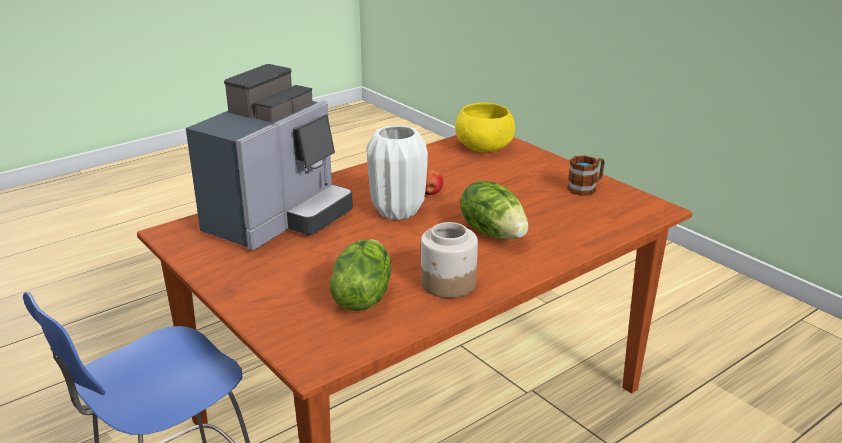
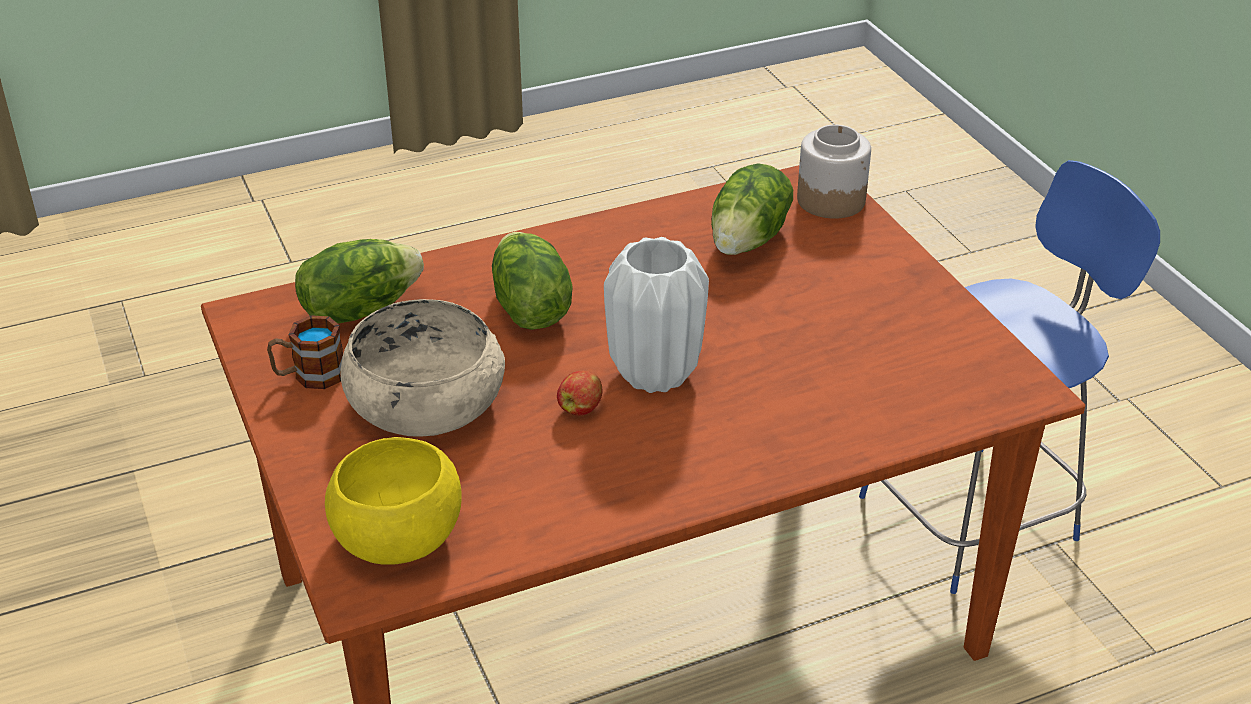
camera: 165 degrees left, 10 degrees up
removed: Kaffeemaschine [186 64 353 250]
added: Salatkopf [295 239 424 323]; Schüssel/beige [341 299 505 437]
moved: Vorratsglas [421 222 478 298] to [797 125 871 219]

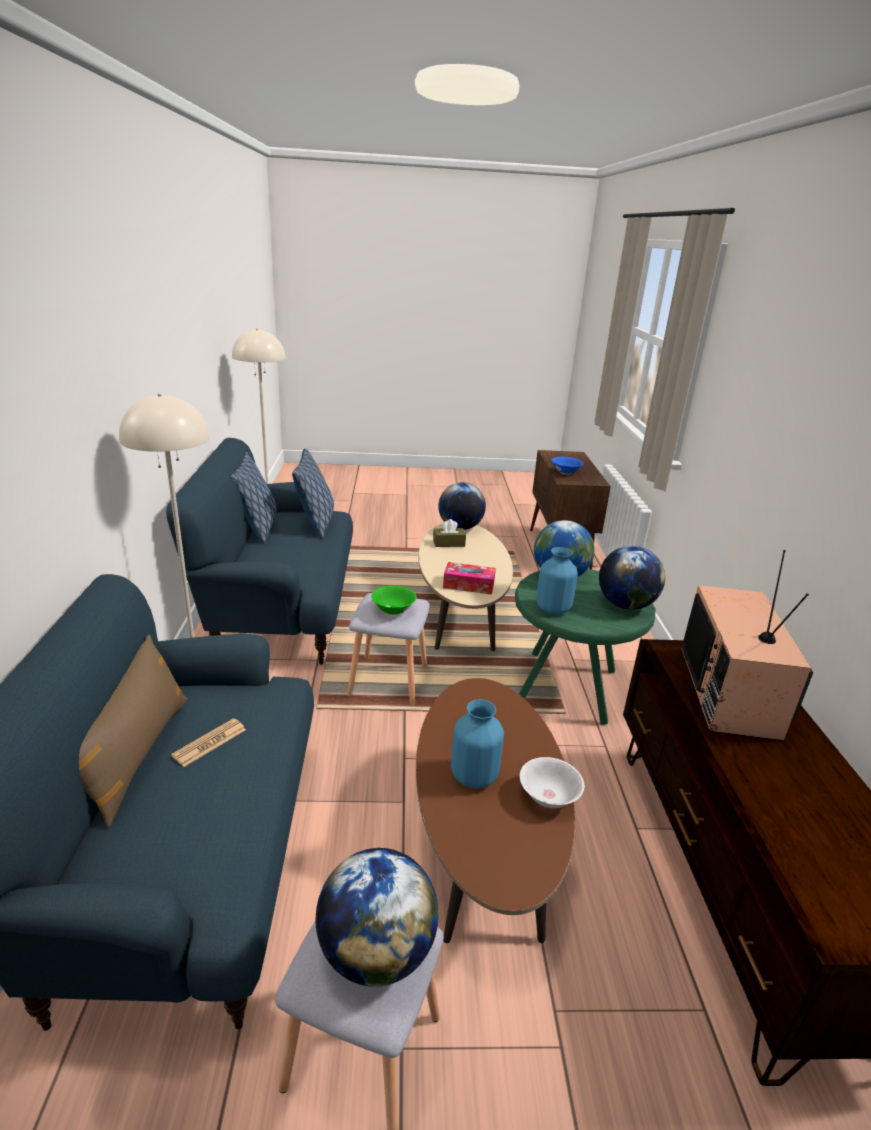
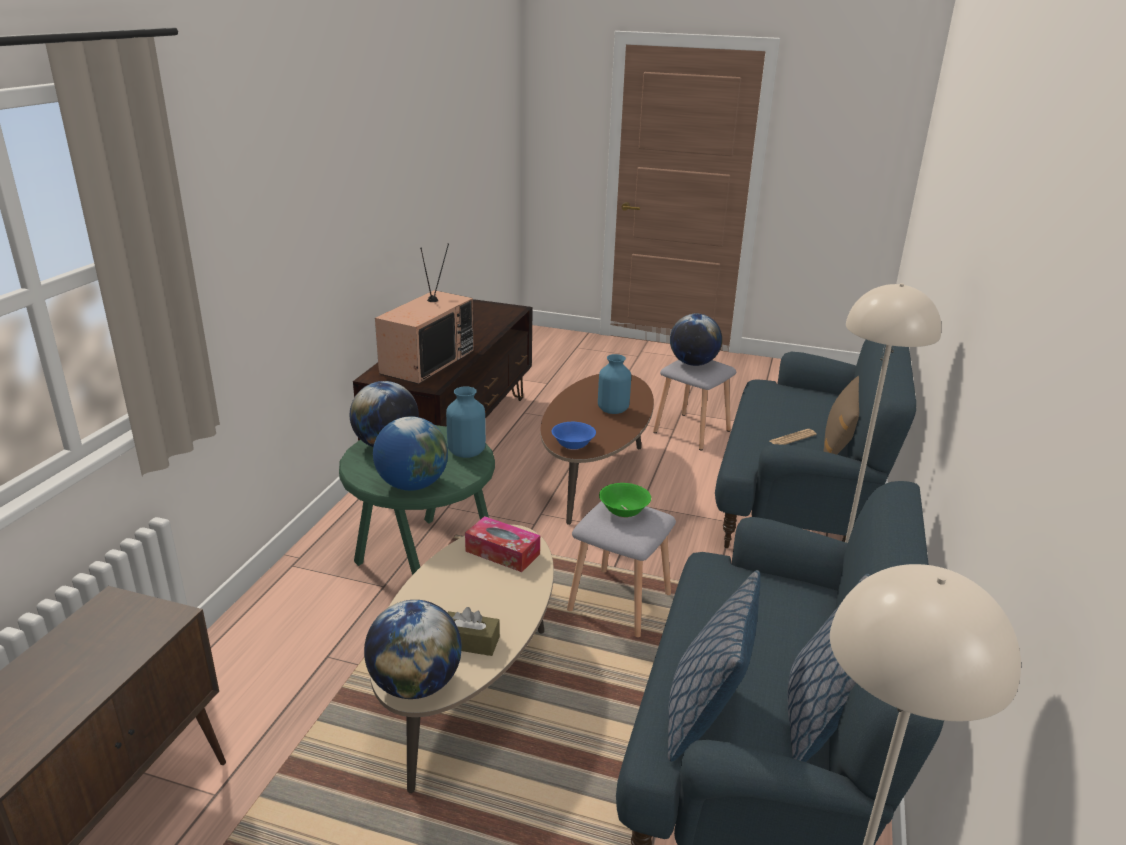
camera: 160 degrees left, 0 degrees up
removed: Schüssel/weiß [520 757 584 808]
moved: Schüssel/blau [551 457 584 475] to [551 422 596 450]

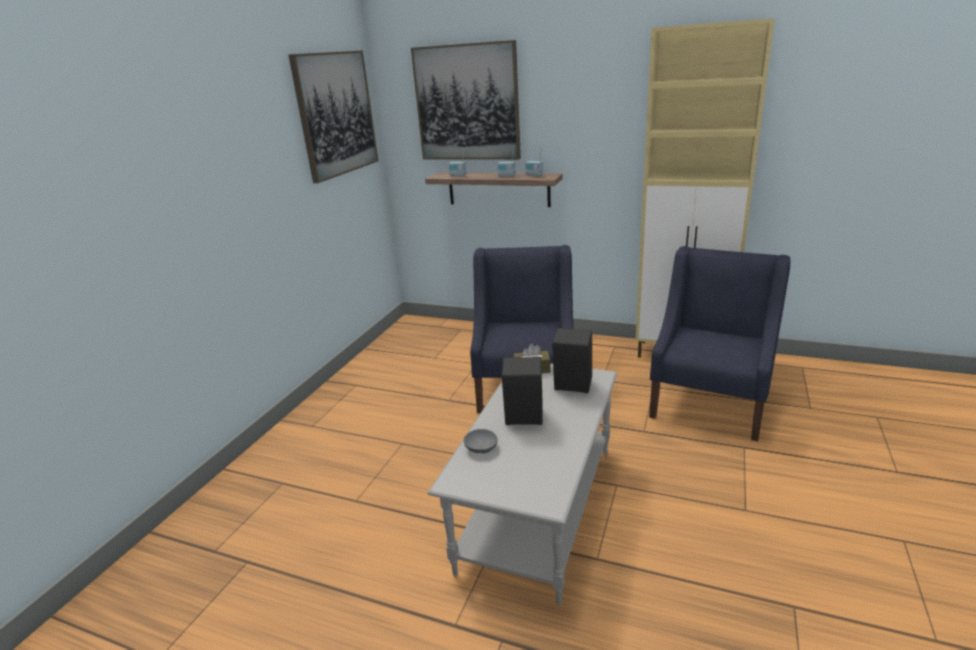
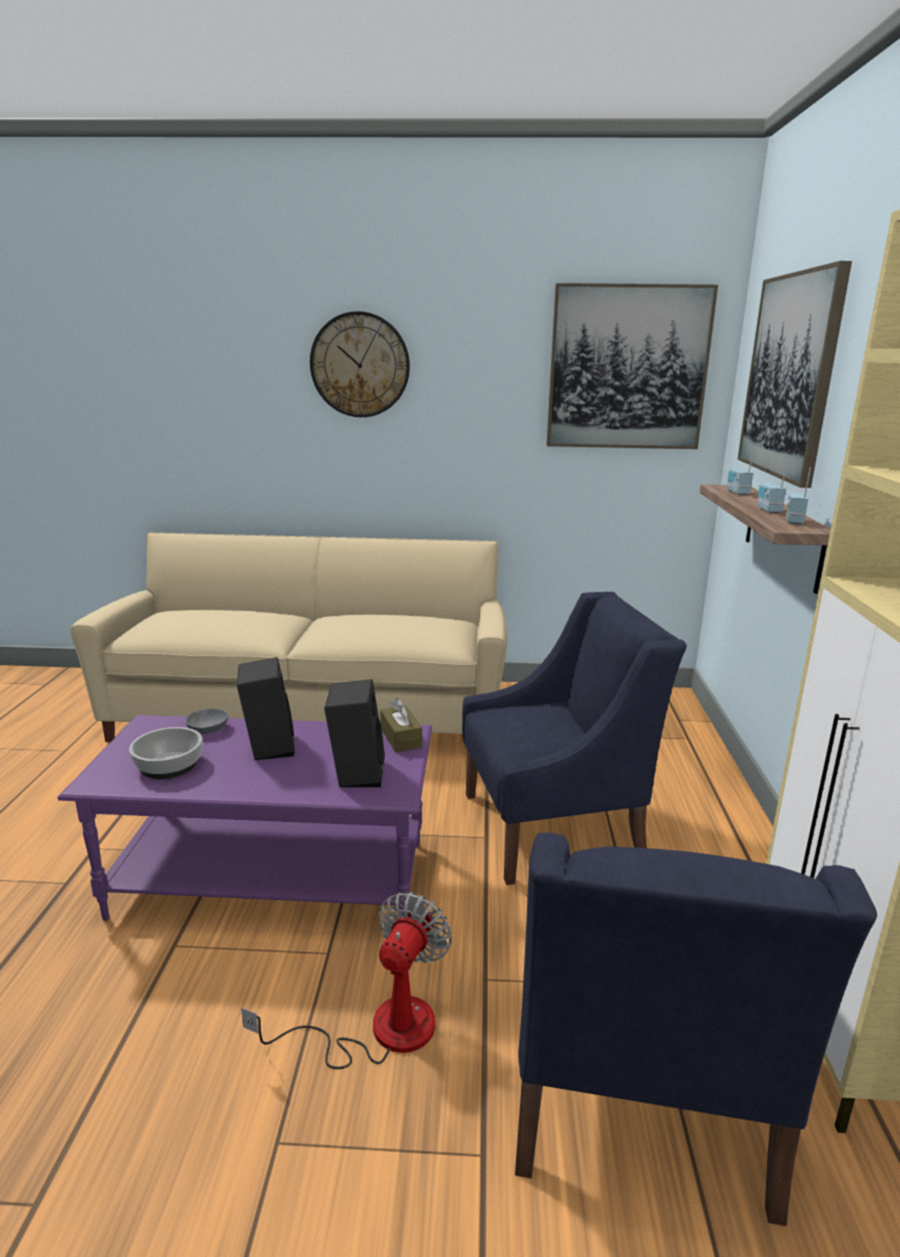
camera: 70 degrees right, 5 degrees down
added: Sofa/beige [70 533 507 742]; Schüssel [129 727 203 779]; Ventilator [241 892 452 1069]; Wanduhr [310 311 410 417]
recoloured: Couchtisch/grau [428 364 617 605] to Couchtisch/lila [58 715 432 921]
turned: Sessel/blau [649 246 791 441] = [515 832 877 1226] 90 degrees clockwise

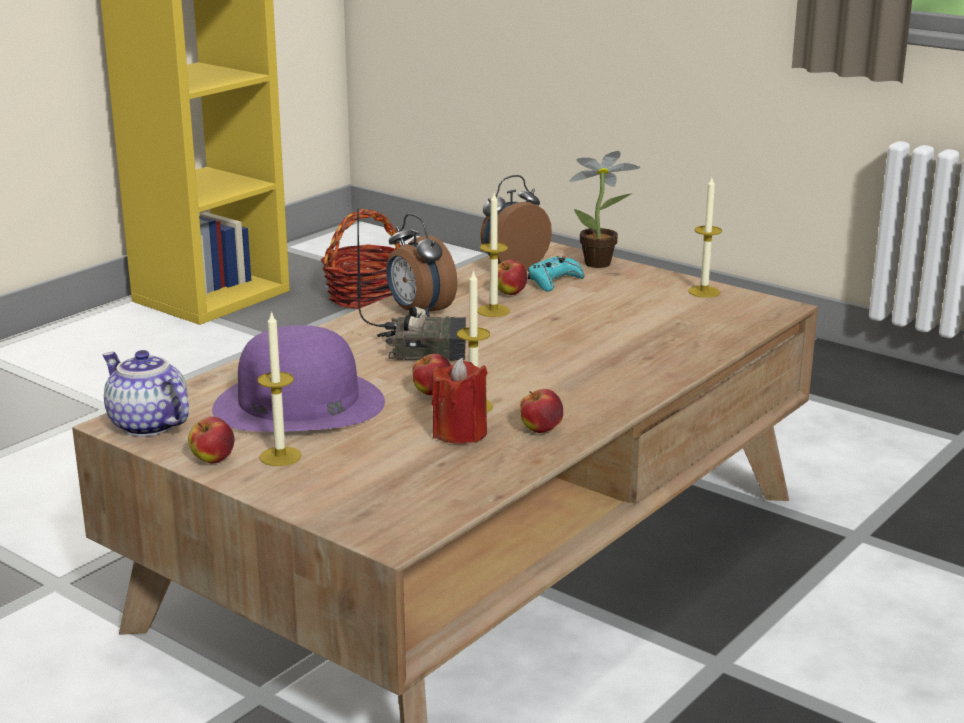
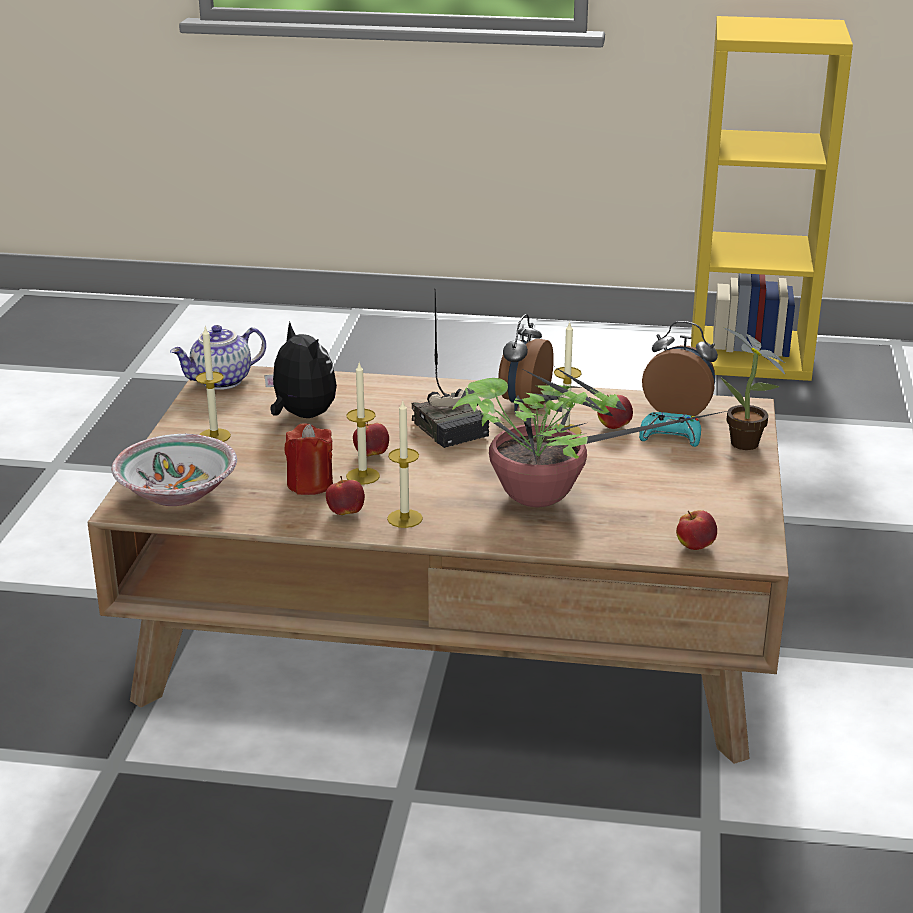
camera: 60 degrees right, 5 degrees up
removed: Korb [321 209 401 309]
added: Schüssel [111 434 237 506]; Topfpflanze [452 367 731 507]
moved: Apfel [188 417 235 463] to [676 510 717 550]; Kerze [688 178 722 298] to [387 401 423 528]
replaced: Hut/lila [212 325 385 432] to Plüschtier [264 322 337 418]
turned: Teekanne [102 350 189 437] = [170 325 266 390] 135 degrees counterclockwise

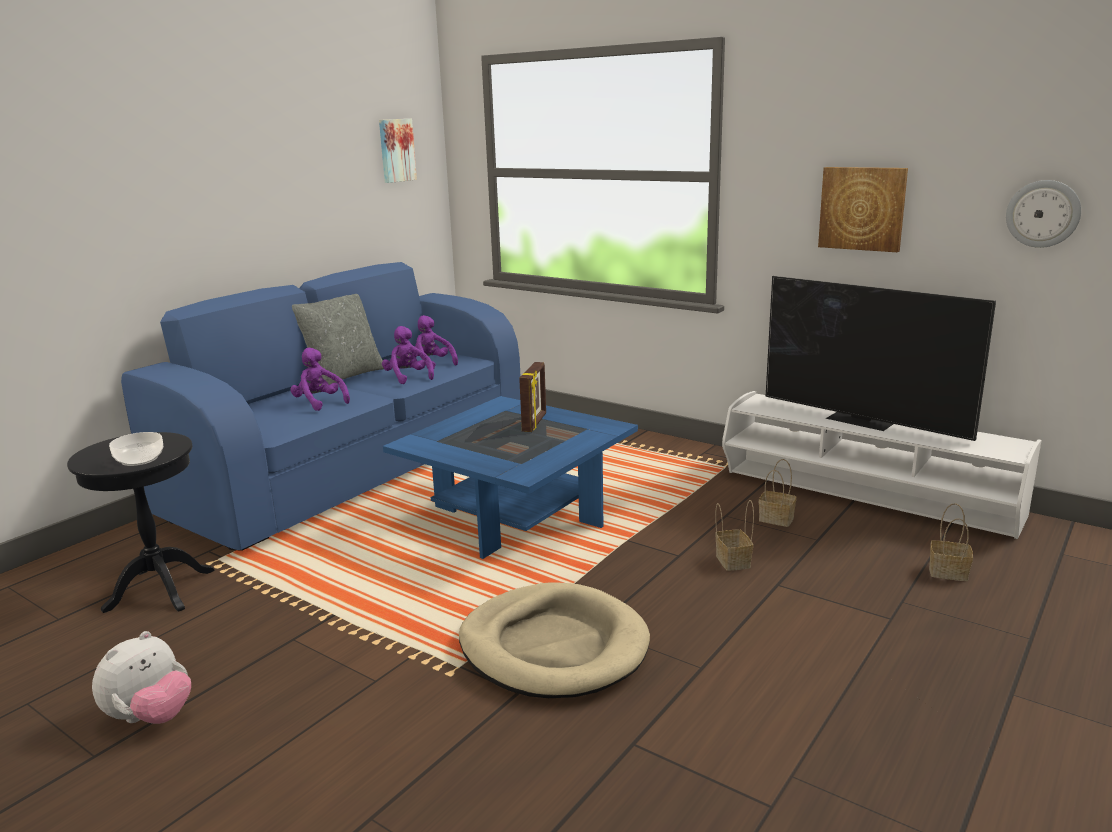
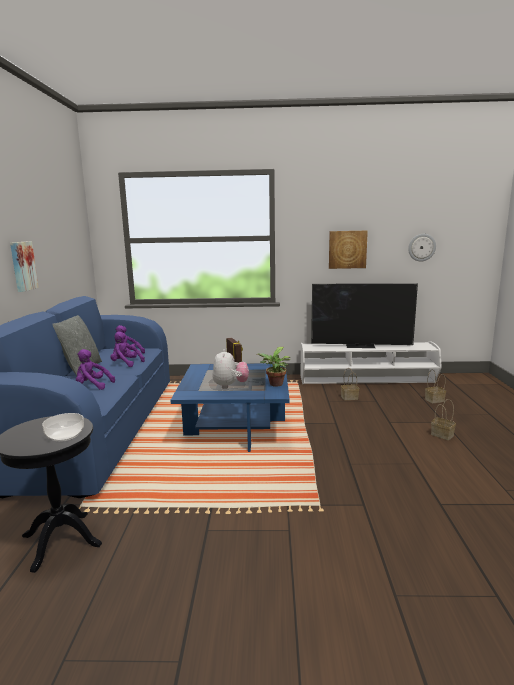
camera: 35 degrees left, 5 degrees down
removed: Hundebett/beige [459 583 650 698]
added: Topfpflanze [256 347 290 387]
moved: Plüschtier [92 631 191 724] to [212 349 249 389]; Bild [379 119 417 183] to [10 241 39 292]; Korb [715 500 754 571] to [431 399 456 440]

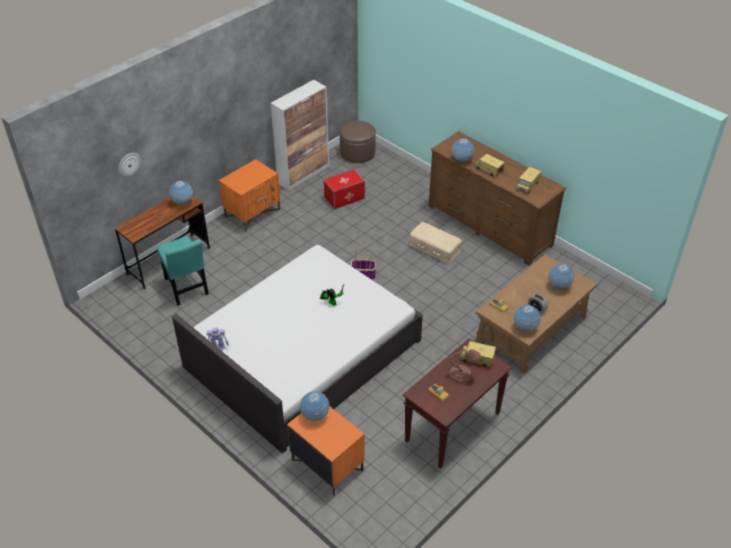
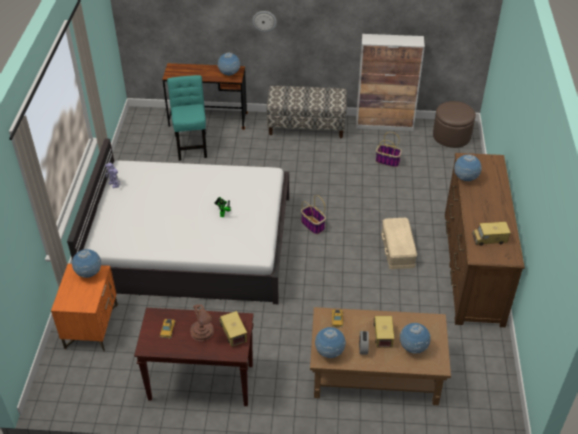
camera: 50 degrees right, 0 degrees up
moved: Wanduhr [118 153 141 177] to [252 11 277 32]; Spielzeuglaster [475 154 505 177] to [374 316 394 347]
replaced: Nachttisch/orange [219 159 280 232] to Bank [266 85 347 138]; Aufbewahrungsbox [323 169 365 209] to Korb [376 132 402 167]
turned: Stuhl/türkis [157 236 209 305] = [167 75 207 161] 150 degrees clockwise

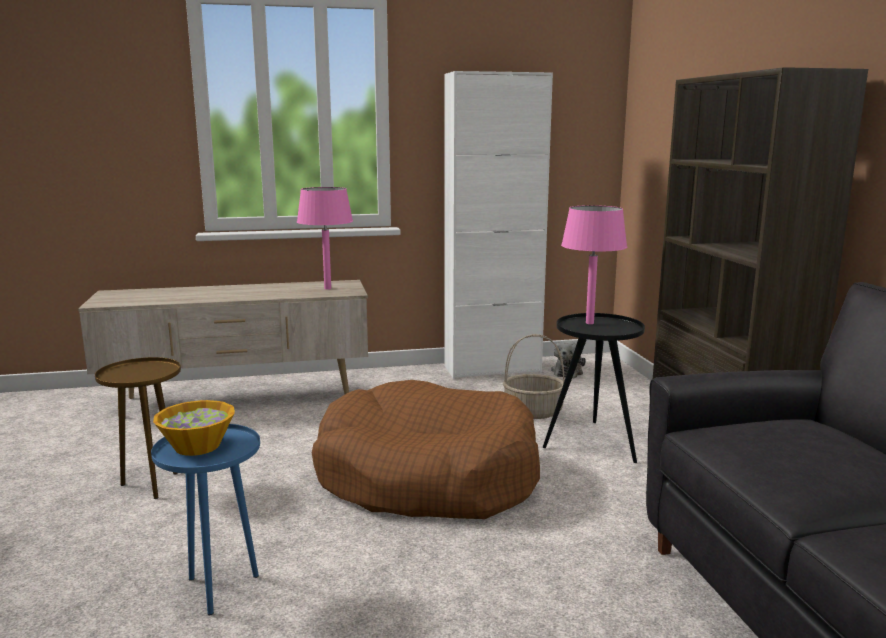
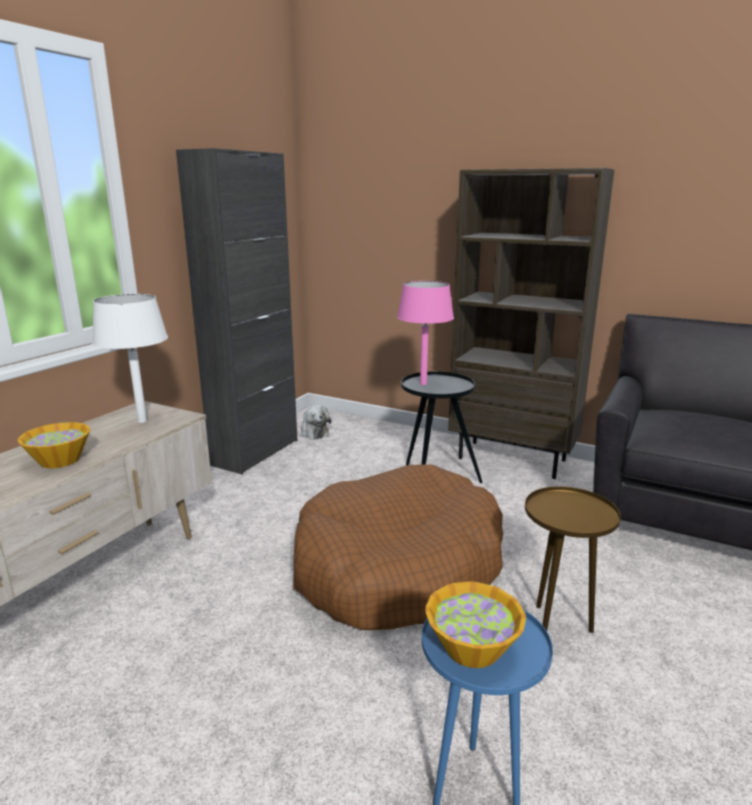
camera: 50 degrees left, 5 degrees up
removed: Korb [503 334 565 419]
added: Schüssel [17 422 91 468]
moved: Beistelltisch/braun [95 357 181 499] to [525 486 621 633]
recoloured: Tischlampe/rosa [297 187 353 290] to Tischlampe/weiß [92 294 168 423]; Schrank/weiß [444 71 553 379] to Schrank/schwarz [176 148 298 474]

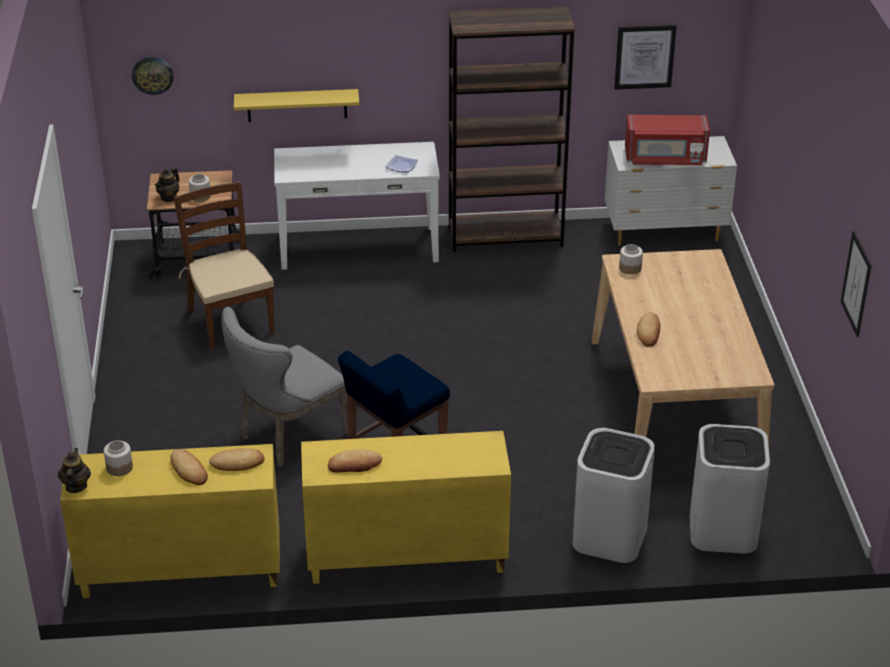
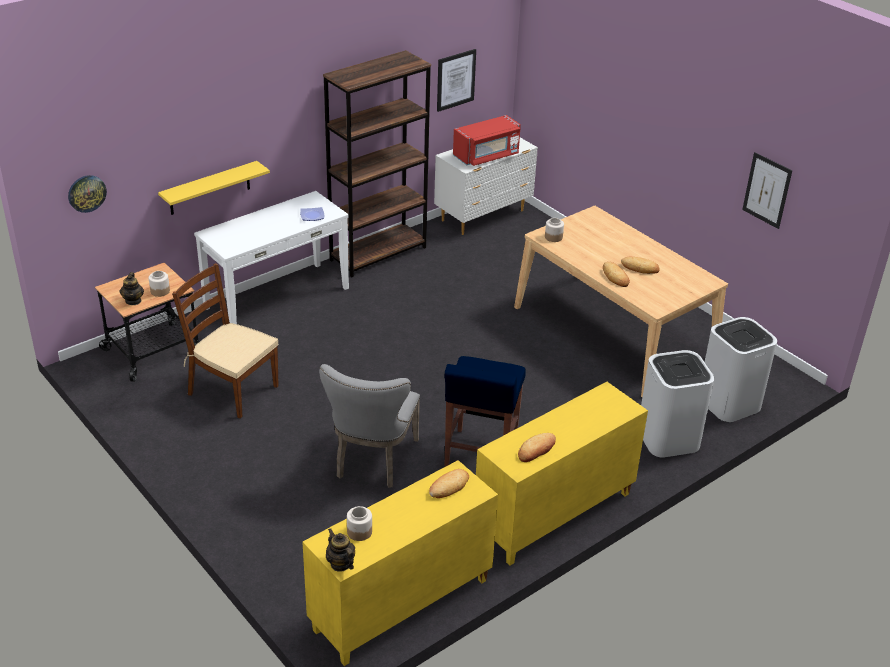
camera: 35 degrees left, 0 degrees up
moved: Brot [171 449 208 485] to [621 257 660 274]

